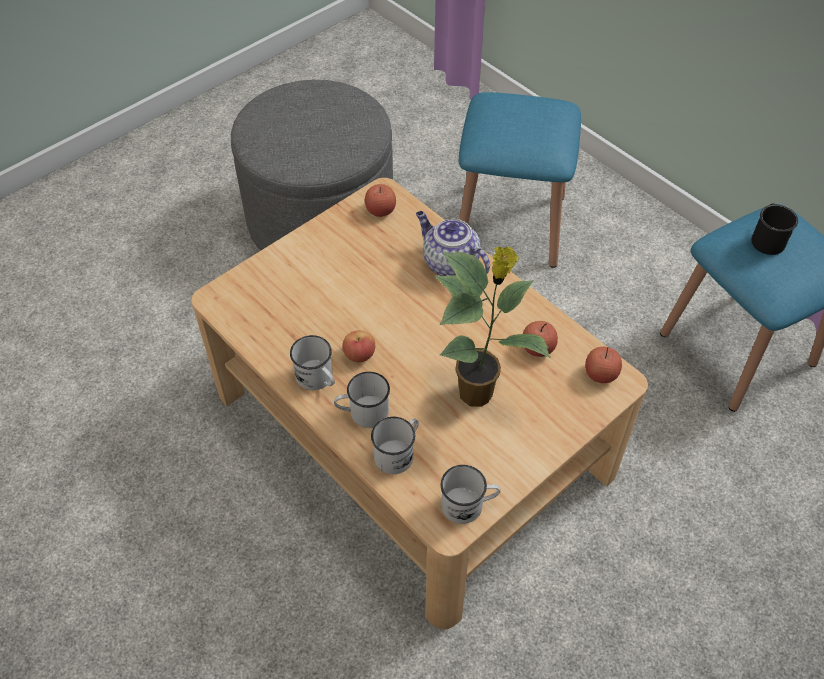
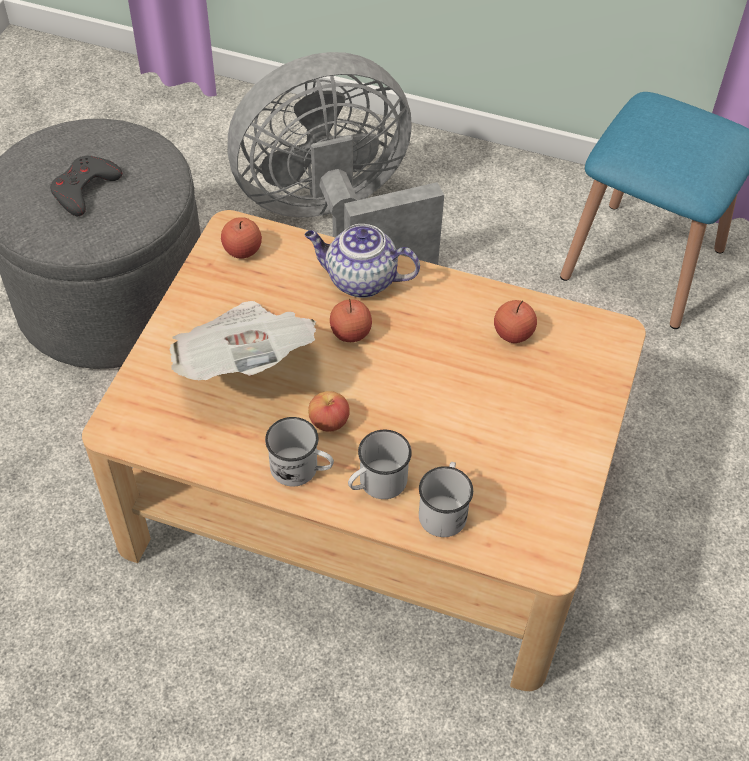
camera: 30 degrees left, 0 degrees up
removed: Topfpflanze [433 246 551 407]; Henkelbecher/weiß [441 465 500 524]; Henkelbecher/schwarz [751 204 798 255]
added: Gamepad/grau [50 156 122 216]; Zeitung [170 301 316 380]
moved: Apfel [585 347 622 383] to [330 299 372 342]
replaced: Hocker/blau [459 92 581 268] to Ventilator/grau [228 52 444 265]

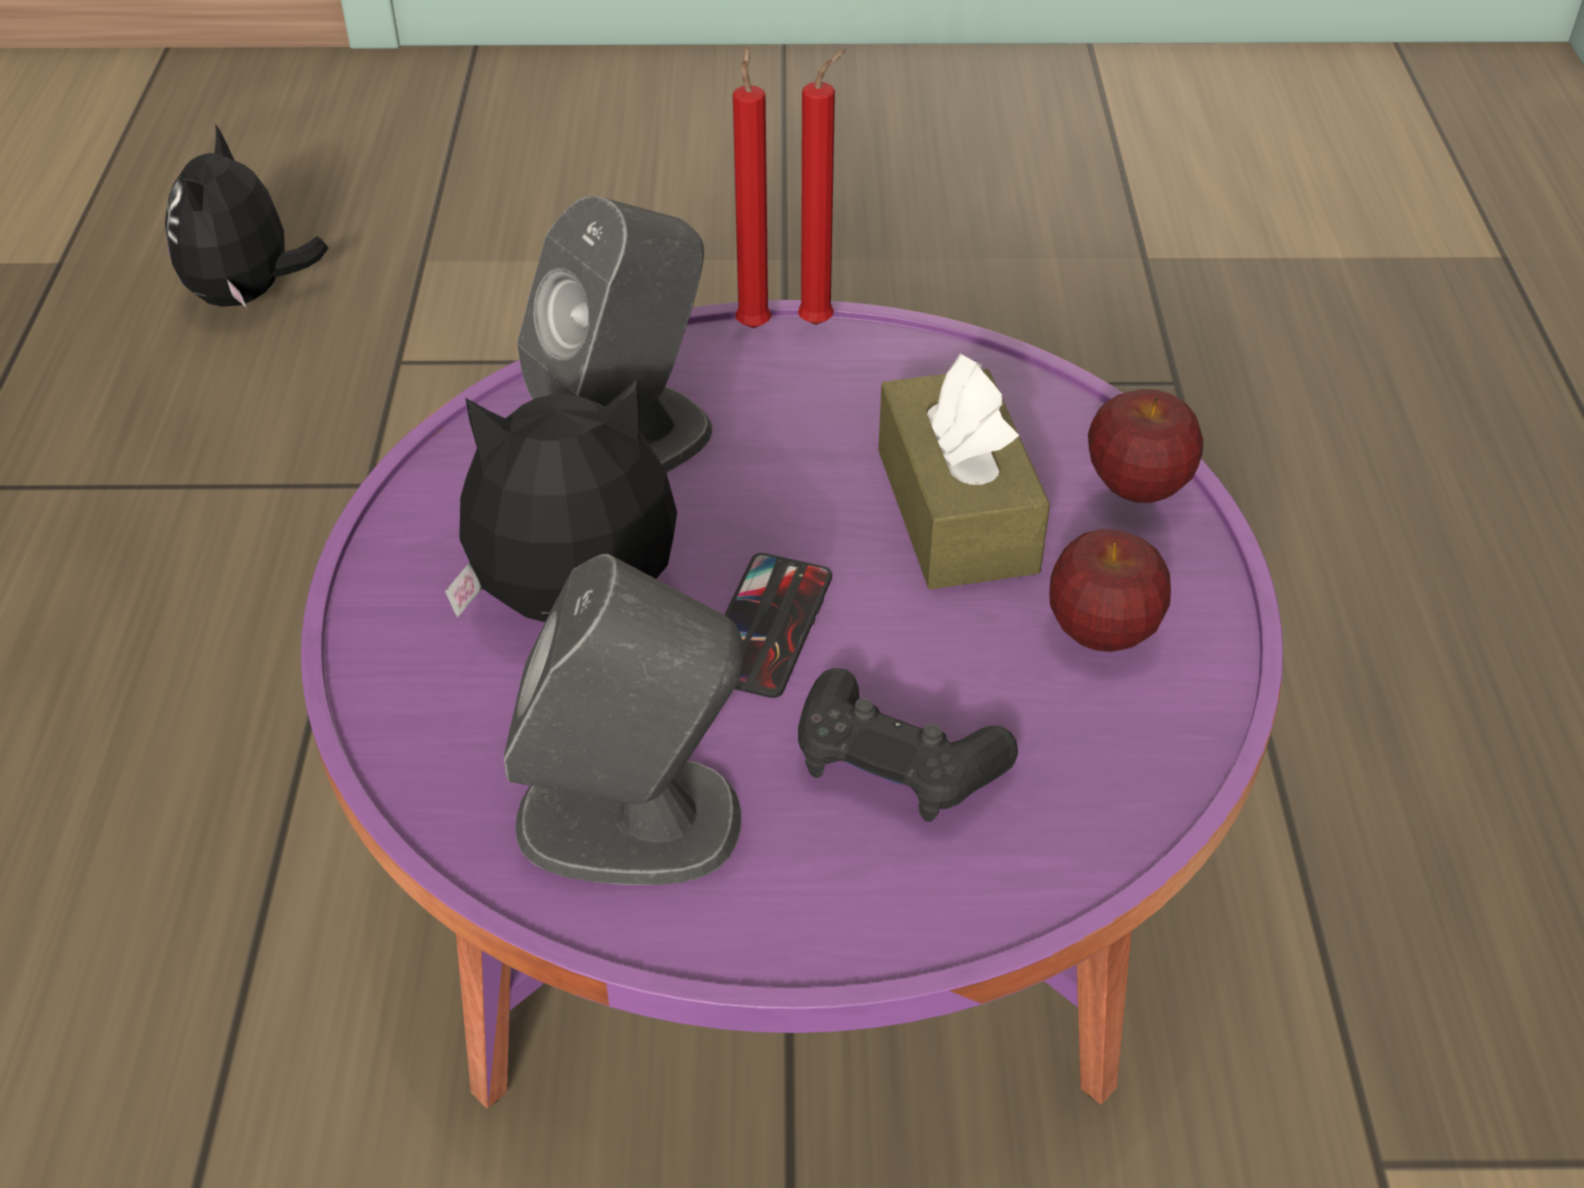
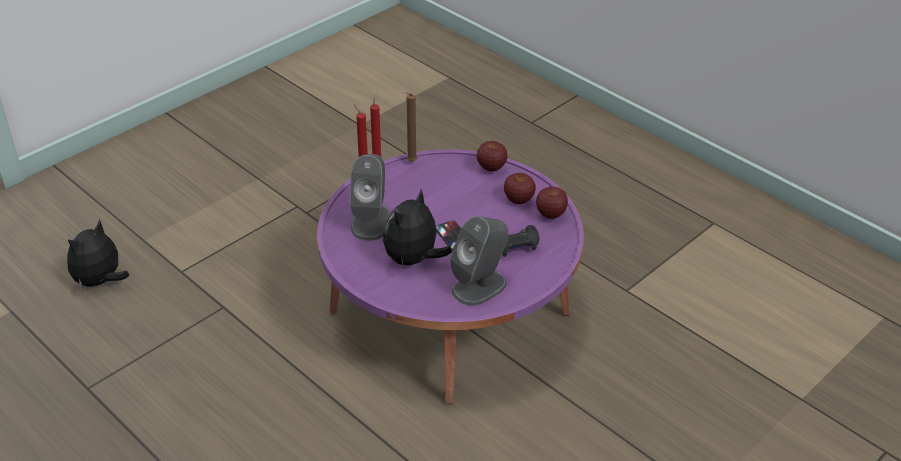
camera: 45 degrees left, 5 degrees down
removed: Taschentuchbox/braun [878 354 1050 589]
added: Kerze/braun [405 92 417 162]; Apfel [536 187 568 219]
turned: Plüschtier [165 124 328 308] = [67 219 129 290] 75 degrees clockwise

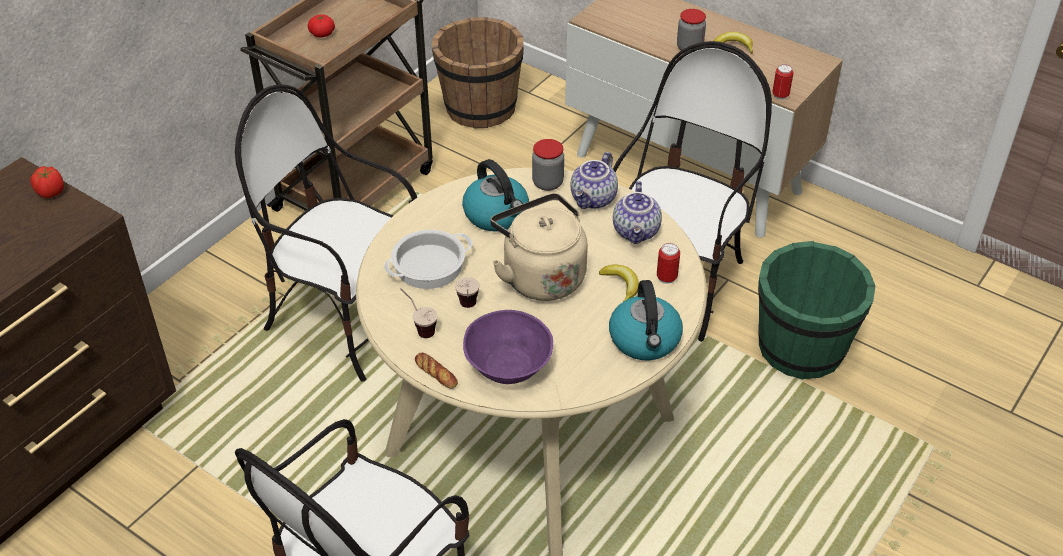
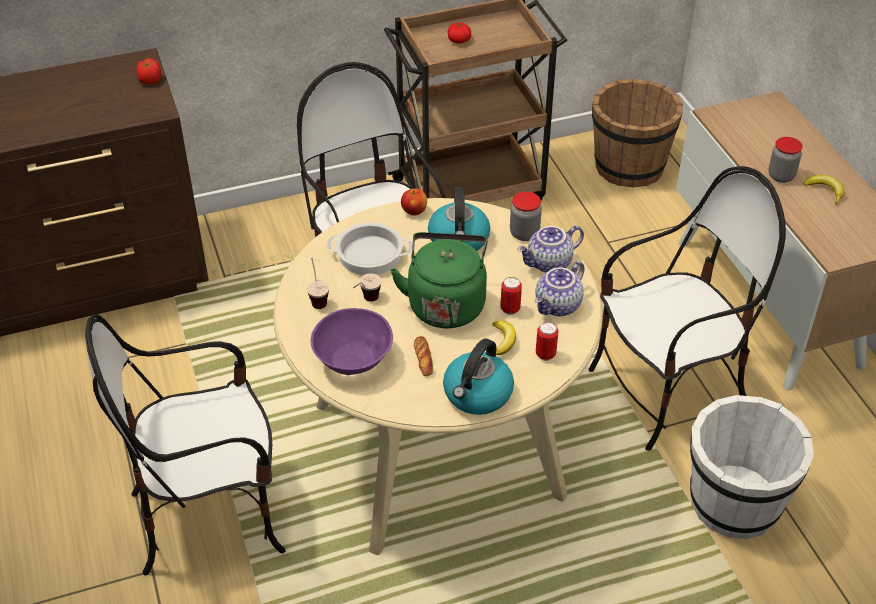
camera: 35 degrees right, 0 degrees up
added: Apfel [401 189 427 215]
moved: Brot [415 353 458 389] to [414 336 433 376]; Dose [772 64 794 100] to [500 277 522 315]
recoloured: Wasserkessel/beige [490 193 588 301] to Wasserkessel/grün [390 232 488 328]; Eimer/grün [758 241 875 380] to Eimer/weiß [690 395 814 539]

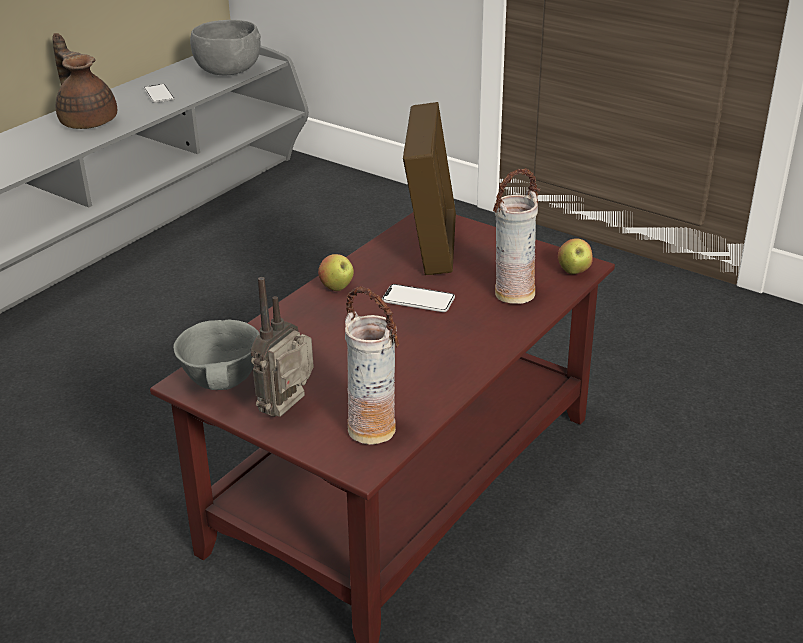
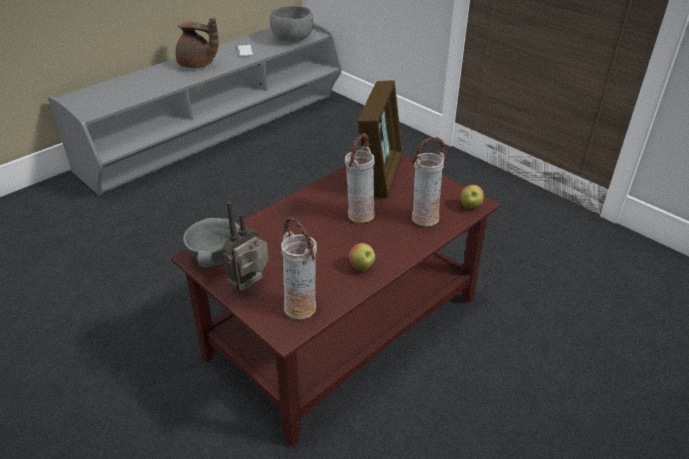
camera: 10 degrees right, 5 degrees up
moved: Apfel [318 254 354 291] to [349 243 375 271]
replaced: Handy [382 284 455 312] to Vase [345 133 375 223]
turned: Teekanne/braun [52 33 117 129] = [175 18 219 68] 135 degrees clockwise

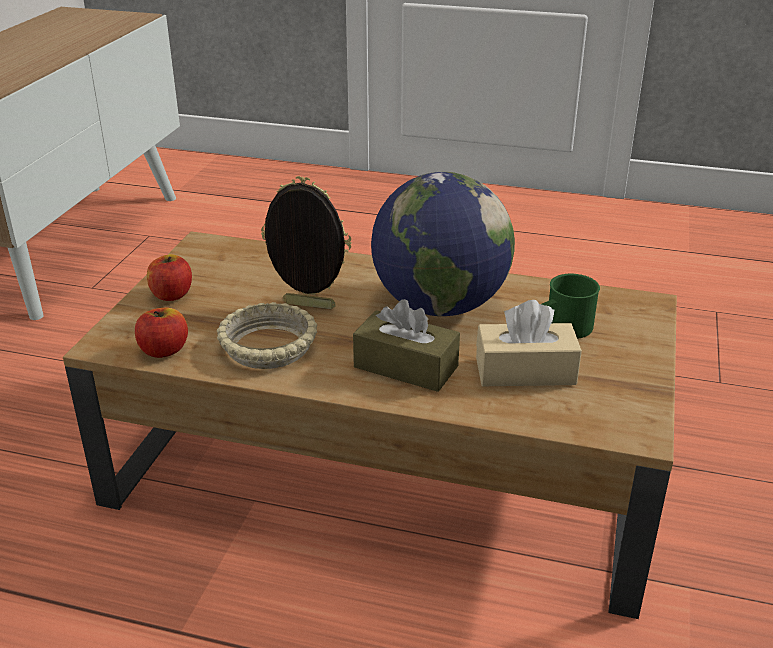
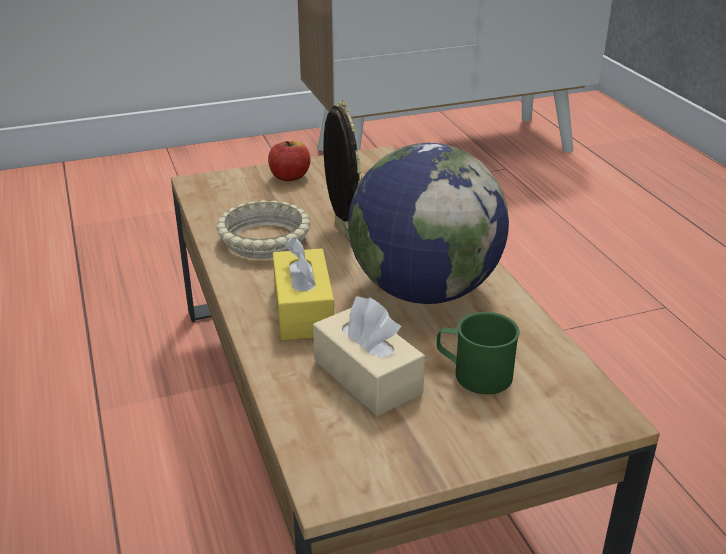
camera: 55 degrees right, 0 degrees up
removed: Apfel [135 307 188 358]
recoloured: Taschentuchbox/braun [353 299 460 392] to Taschentuchbox/gelb [273 237 334 340]

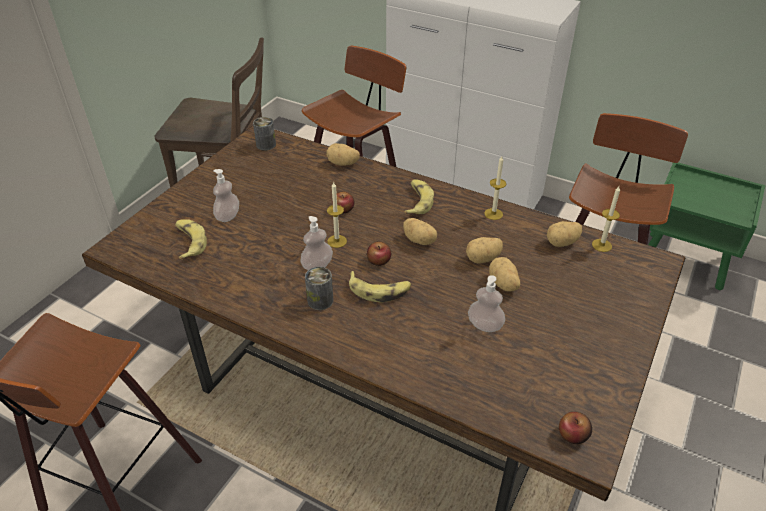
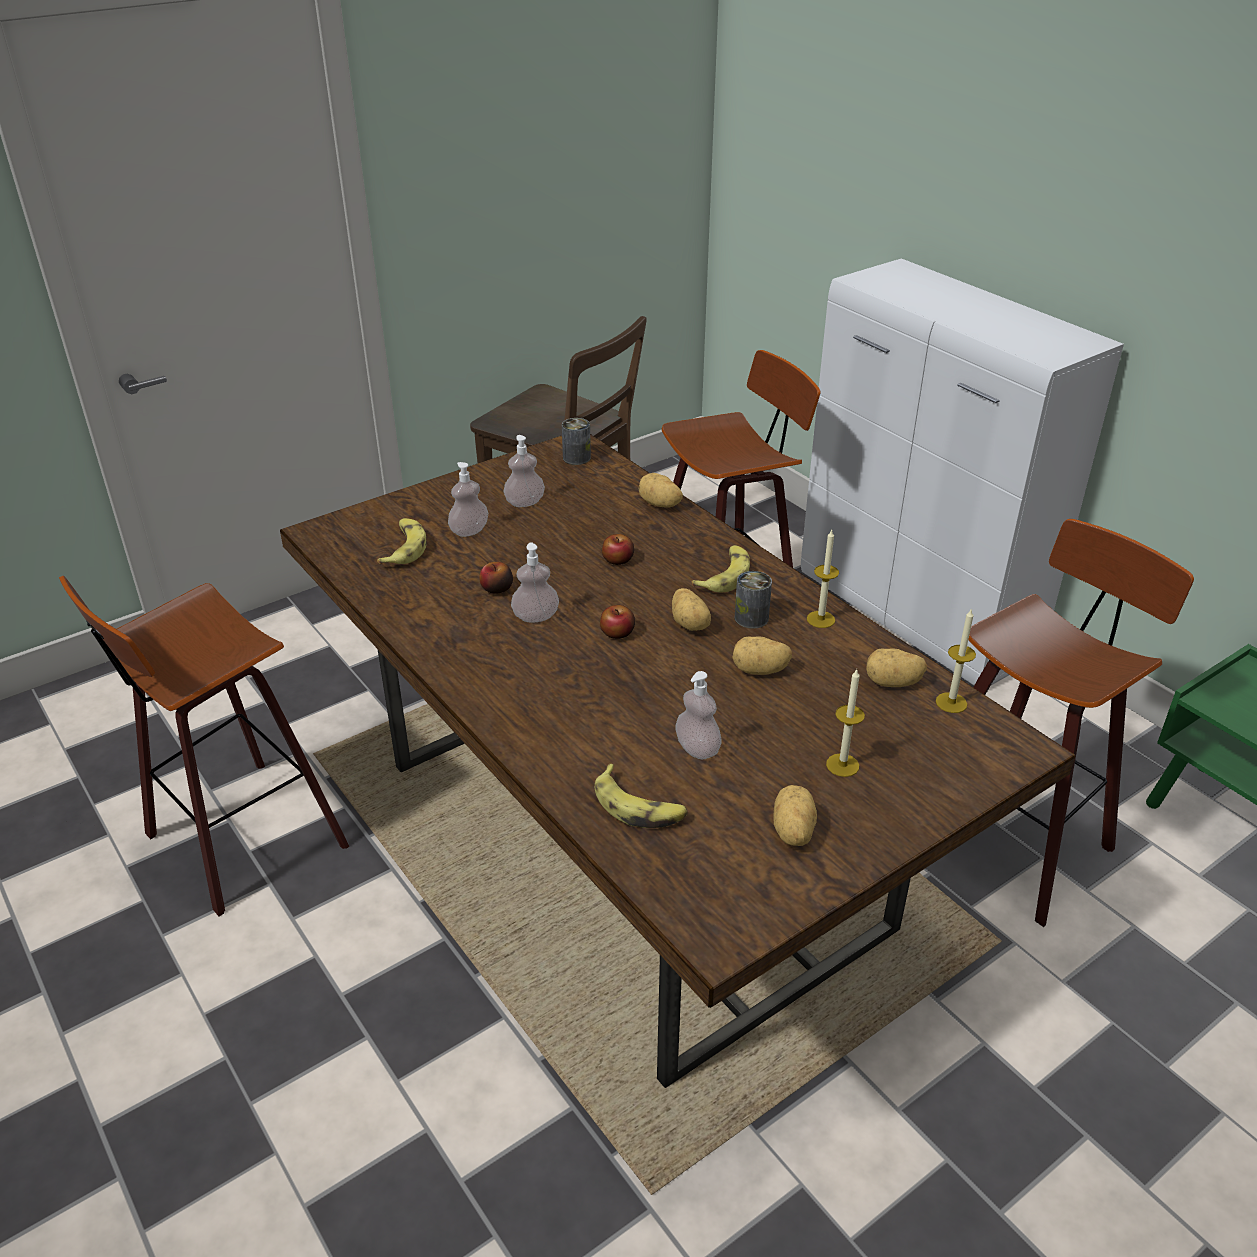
camera: 25 degrees right, 5 degrees down
added: Seifenspender [503 435 545 507]
moved: Dose [305 267 333 310] to [735 571 772 629]; Kerze [327 182 347 248] to [826 670 865 777]; Banane [349 271 411 302] to [595 764 688 828]; Kartoffel [489 257 520 292] to [773 785 817 846]; Apfel [559 412 592 444] to [480 562 513 594]

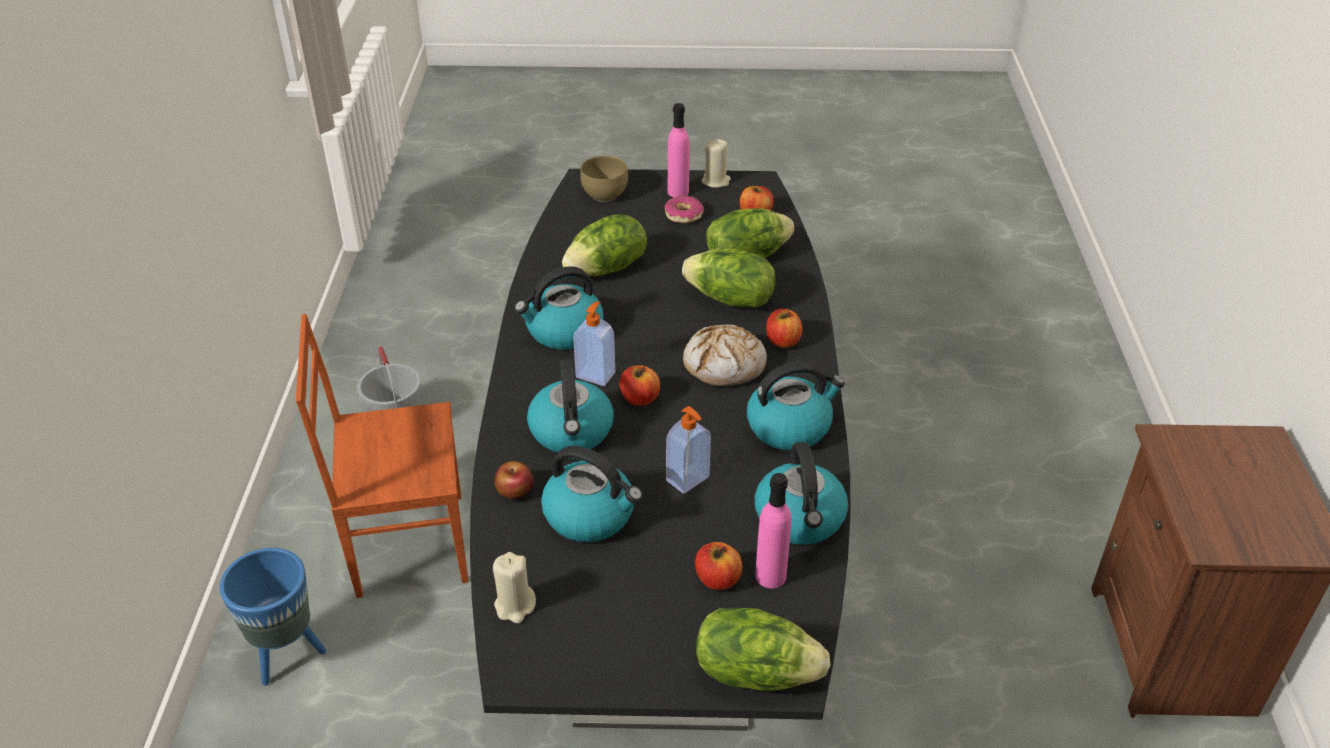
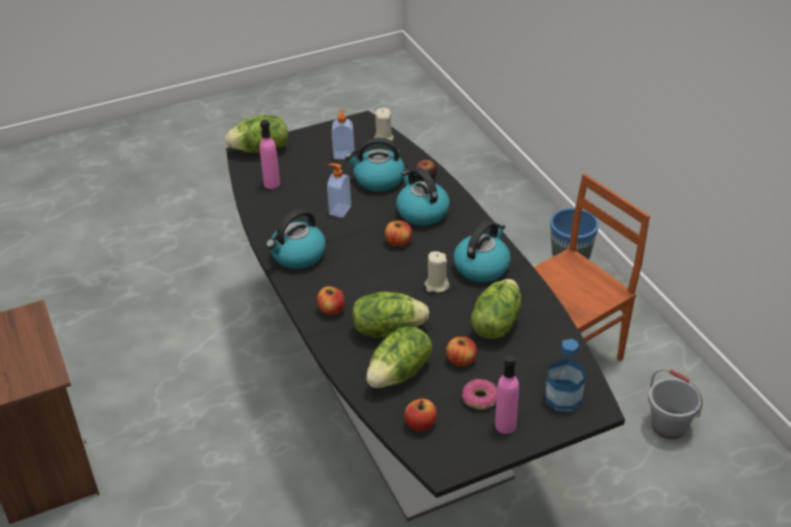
camera: 155 degrees right, 0 degrees up
removed: Brot [683 324 767 386]; Wasserkessel [755 442 848 545]
moved: Seifenspender [573 301 615 386] to [332 110 354 159]; Apfel [695 542 742 590] to [446 336 477 366]; Kerze/beige [702 139 731 188] to [424 251 450 293]
replaced: Schüssel/braun [580 156 628 202] to Flasche [546 339 586 412]

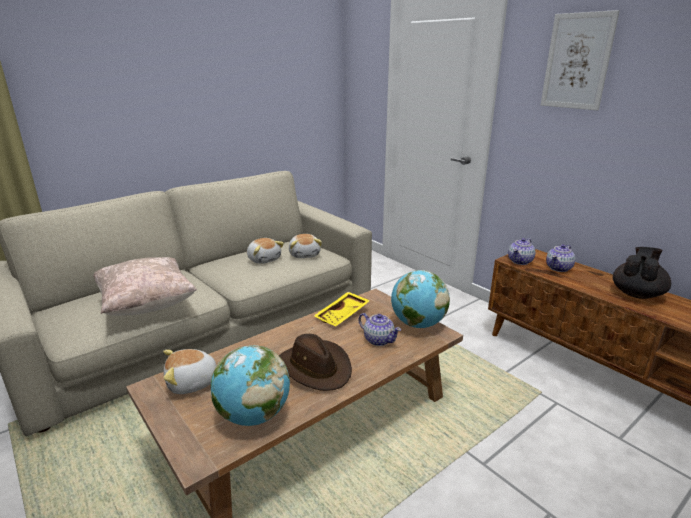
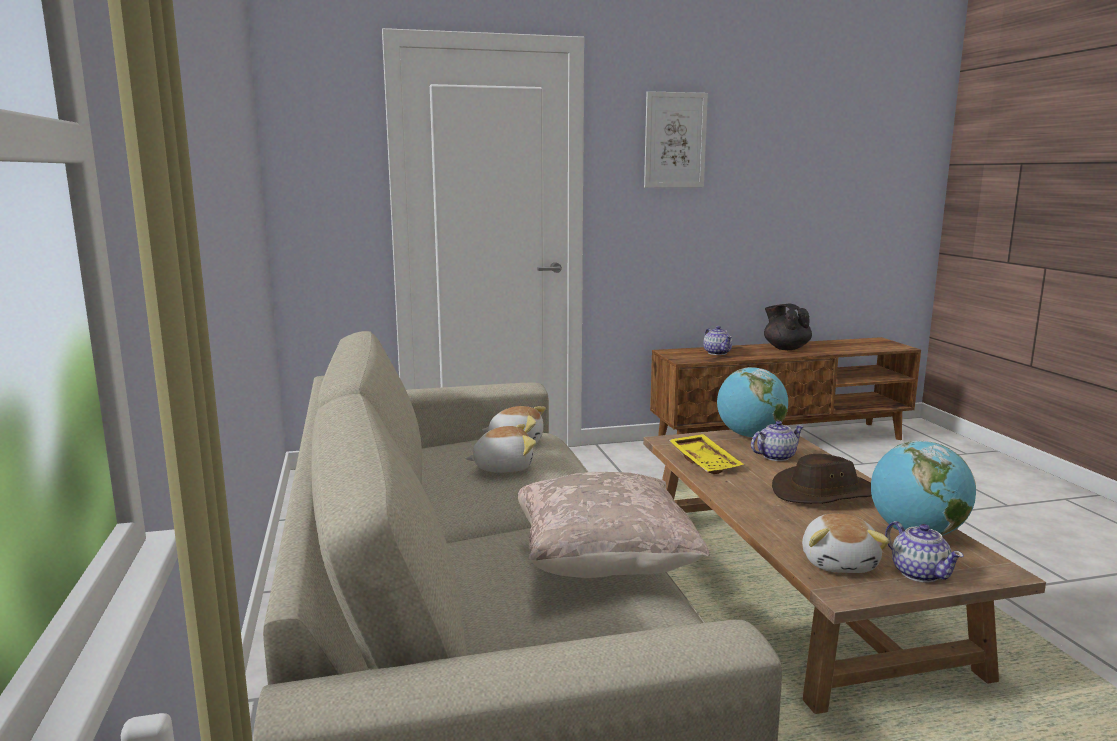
camera: 65 degrees left, 10 degrees down
moved: Teekanne [508 238 536 265] to [885 521 964 582]

